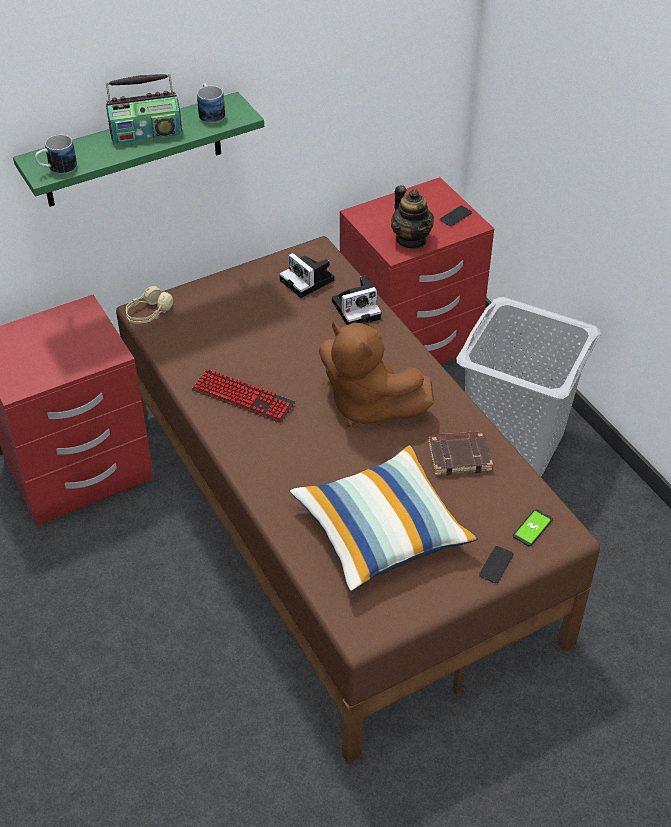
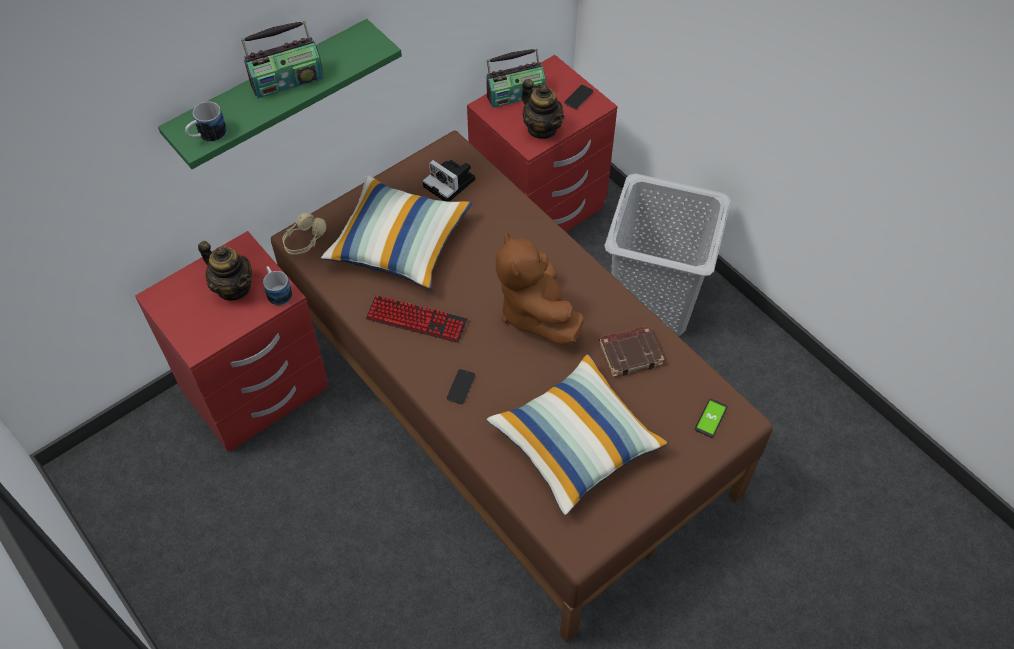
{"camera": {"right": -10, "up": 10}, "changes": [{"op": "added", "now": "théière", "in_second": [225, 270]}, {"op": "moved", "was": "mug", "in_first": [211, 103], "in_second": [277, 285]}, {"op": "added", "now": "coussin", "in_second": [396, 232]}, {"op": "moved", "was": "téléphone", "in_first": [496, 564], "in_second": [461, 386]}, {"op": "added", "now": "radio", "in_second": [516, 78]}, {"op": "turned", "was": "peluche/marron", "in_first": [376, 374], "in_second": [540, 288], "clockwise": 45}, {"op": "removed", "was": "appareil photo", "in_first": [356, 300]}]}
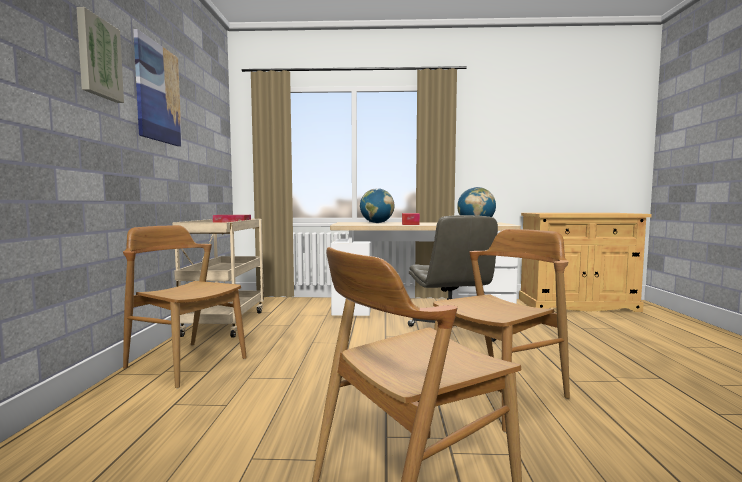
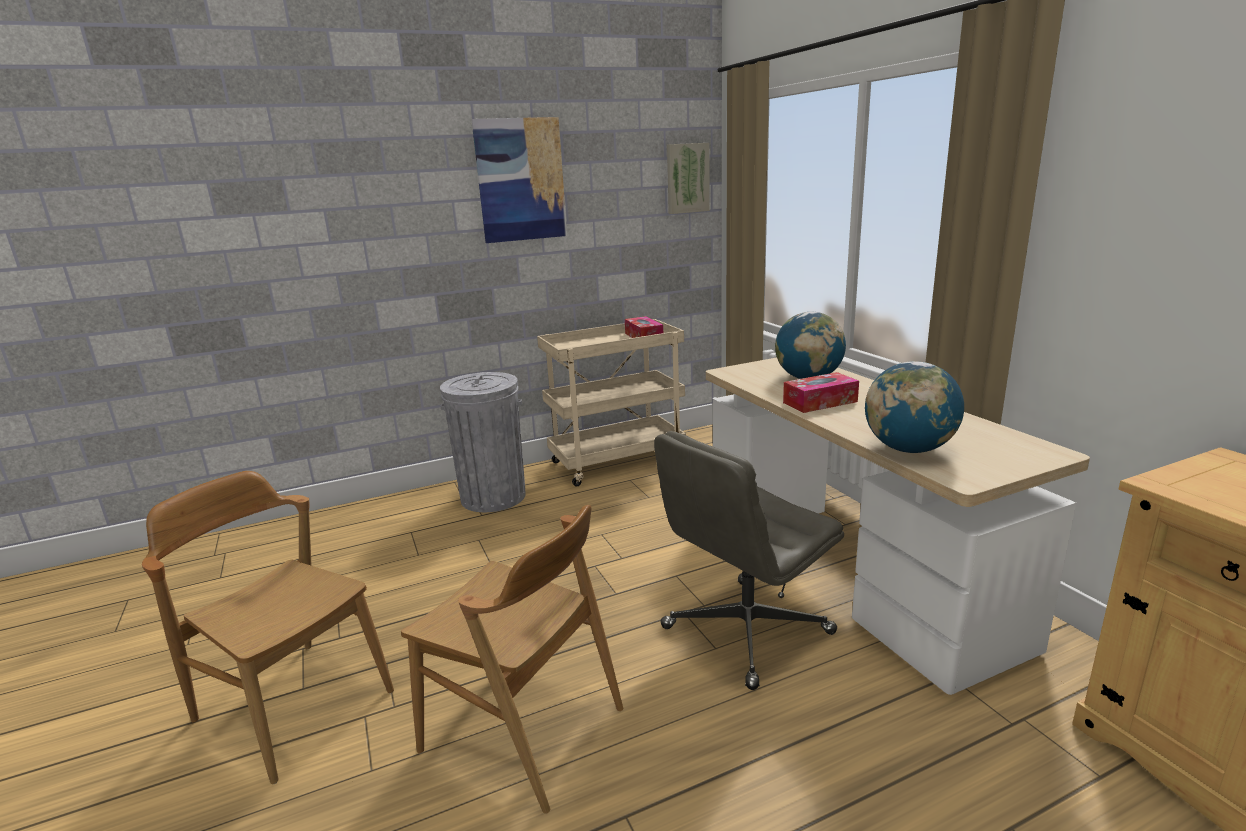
{"camera": {"right": 65, "up": 15}, "changes": [{"op": "replaced", "was": "chaise/marron", "now": "poubelle/gris", "in_first": [185, 307], "in_second": [483, 442]}, {"op": "moved", "was": "tableau", "in_first": [100, 55], "in_second": [688, 178]}]}
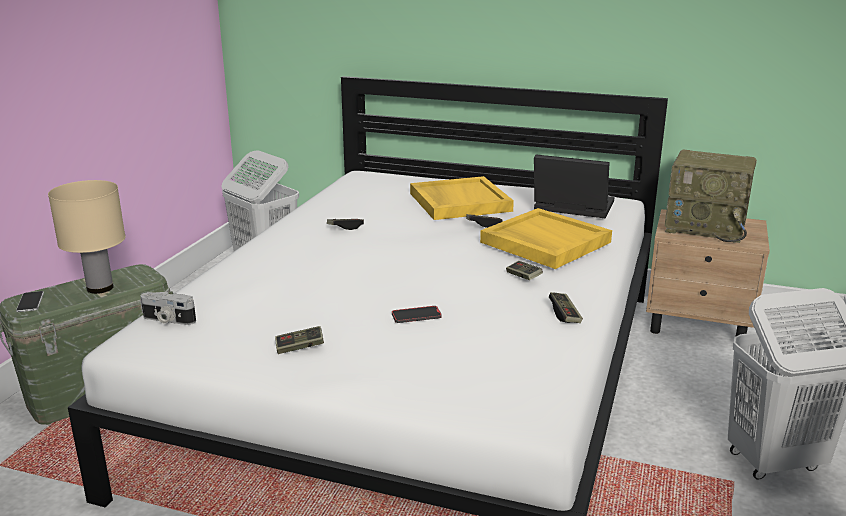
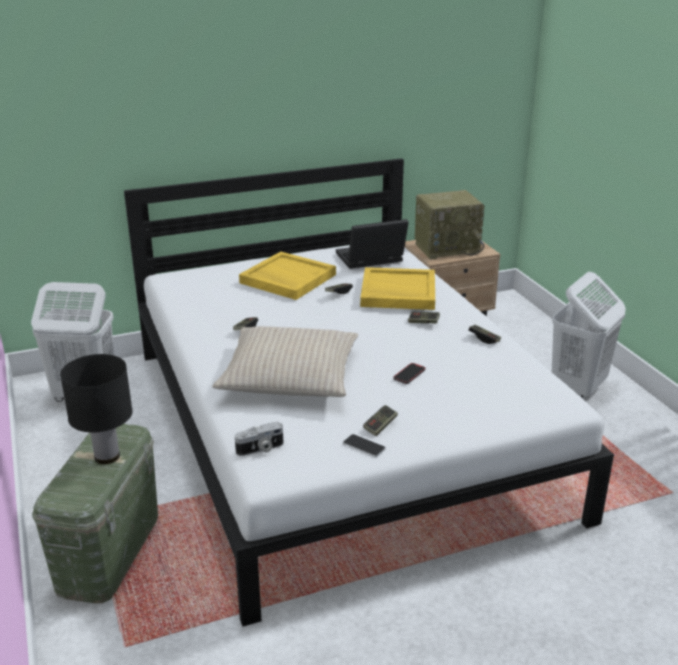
{"camera": {"right": -40, "up": 5}, "changes": [{"op": "recoloured", "was": "lampe de table/beige", "now": "lampe de table/noir", "in_first": [87, 237], "in_second": [96, 409]}, {"op": "added", "now": "coussin/beige", "in_second": [285, 361]}, {"op": "moved", "was": "téléphone", "in_first": [30, 301], "in_second": [364, 445]}]}
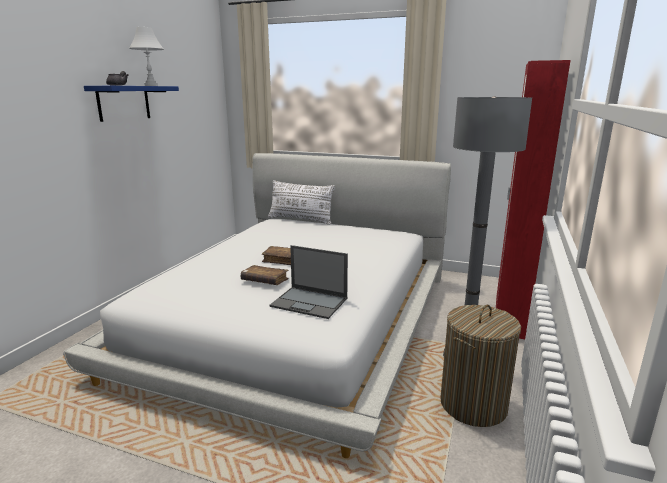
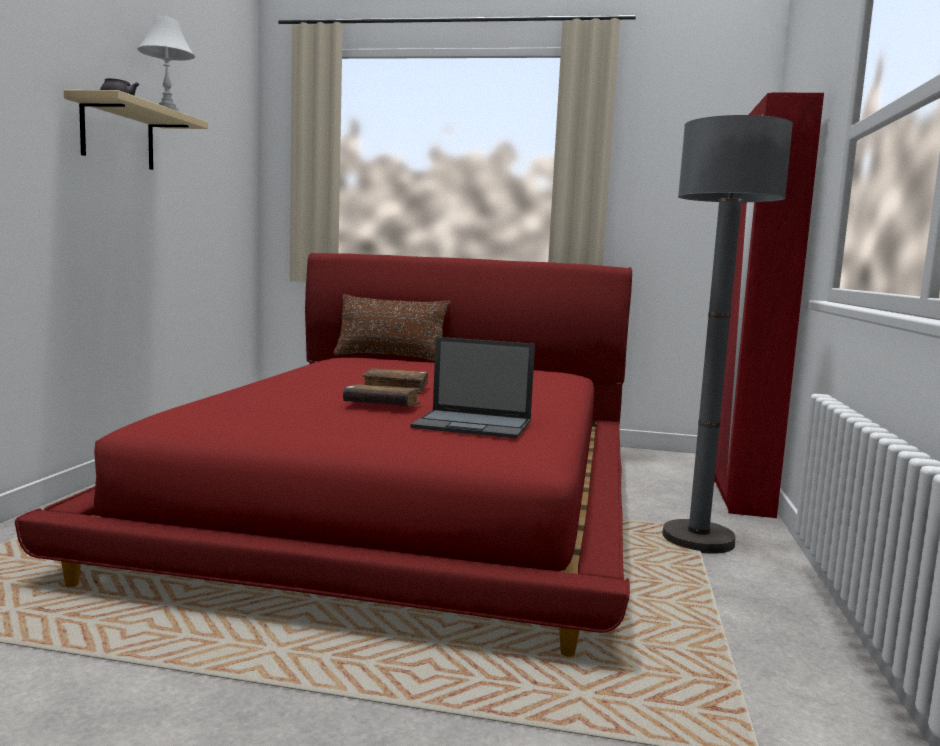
{"camera": {"right": -10, "up": -10}, "changes": [{"op": "recoloured", "was": "lit/blanc", "now": "lit/rouge", "in_first": [257, 305], "in_second": [323, 455]}, {"op": "recoloured", "was": "étagère/bleu", "now": "étagère/beige", "in_first": [131, 104], "in_second": [136, 130]}, {"op": "recoloured", "was": "coussin/blanc", "now": "coussin/marron", "in_first": [301, 202], "in_second": [392, 327]}, {"op": "removed", "was": "panier à linge", "in_first": [480, 366]}]}
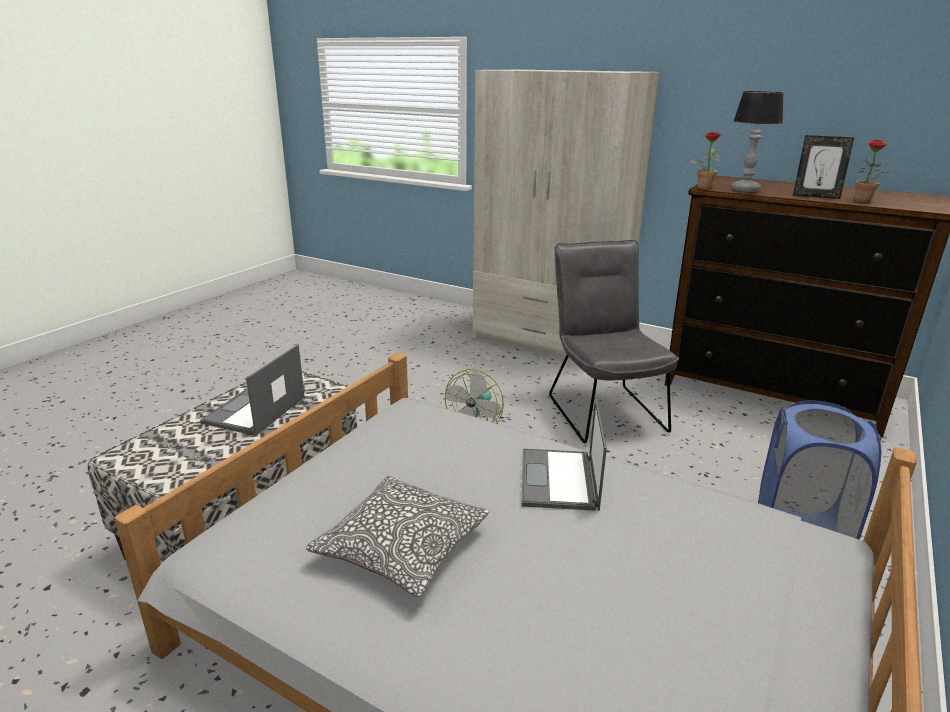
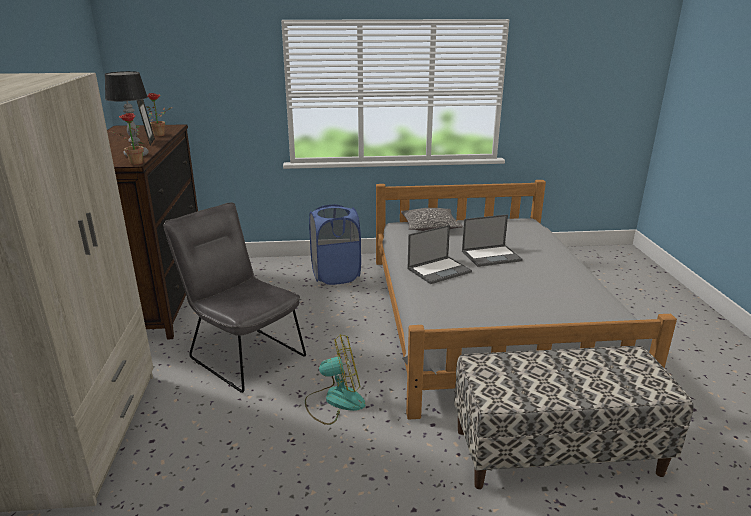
{"camera": {"right": -125, "up": 0}, "changes": [{"op": "turned", "was": "chaise/gris", "in_first": [614, 341], "in_second": [234, 297], "clockwise": 90}, {"op": "moved", "was": "coussin", "in_first": [397, 536], "in_second": [432, 219]}, {"op": "moved", "was": "ordinateur portable", "in_first": [252, 390], "in_second": [492, 240]}]}
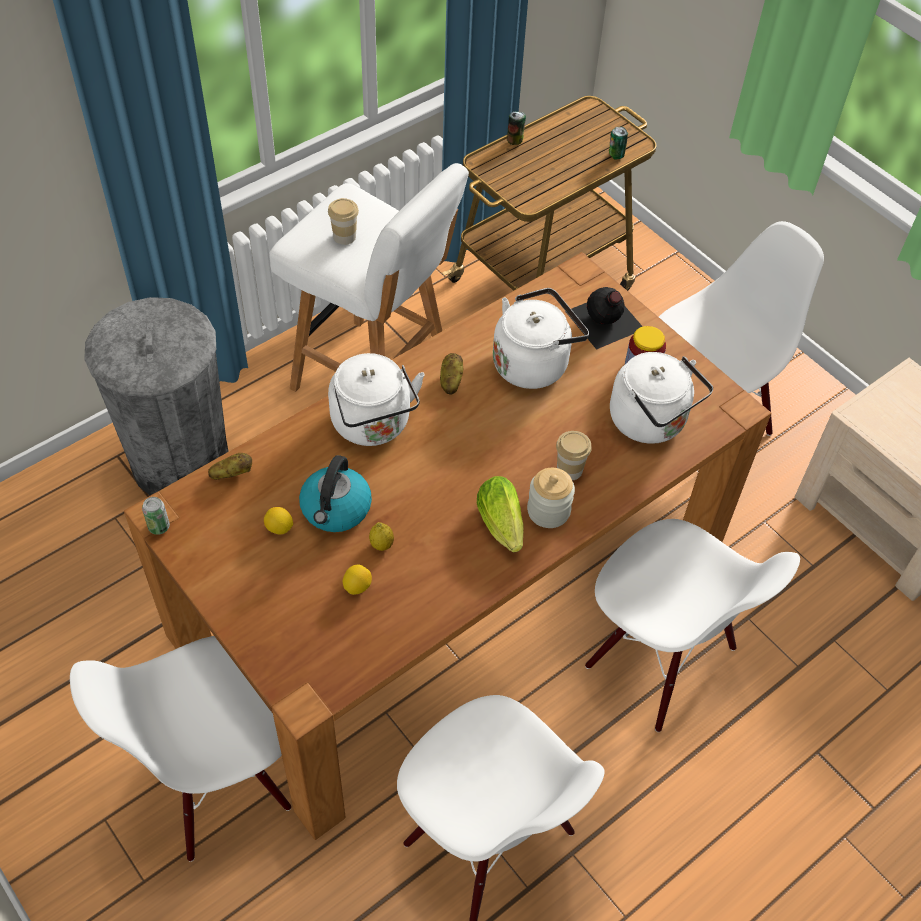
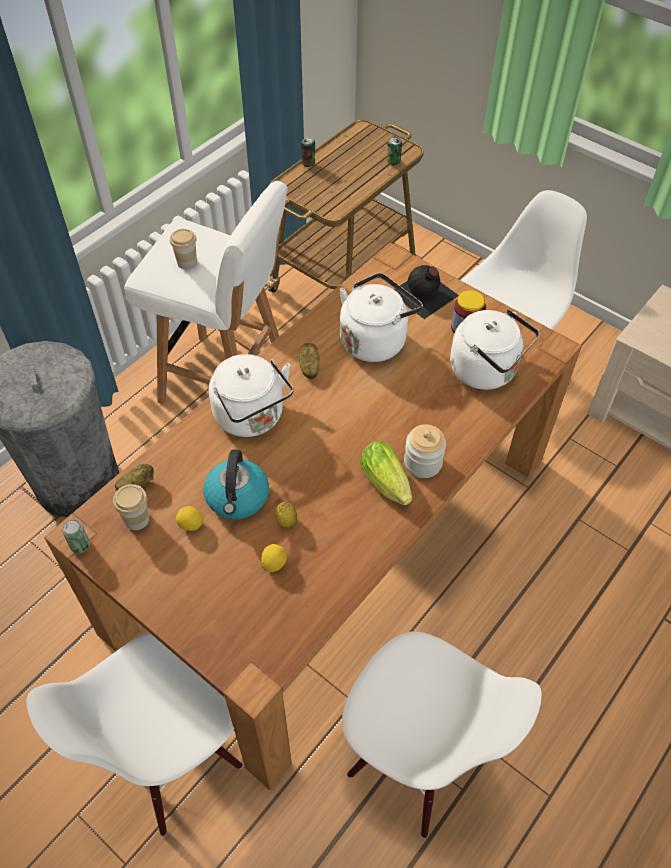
{"camera": {"right": -10, "up": 0}, "changes": [{"op": "moved", "was": "tasse", "in_first": [574, 456], "in_second": [131, 507]}, {"op": "removed", "was": "chaise/blanc", "in_first": [692, 625]}]}
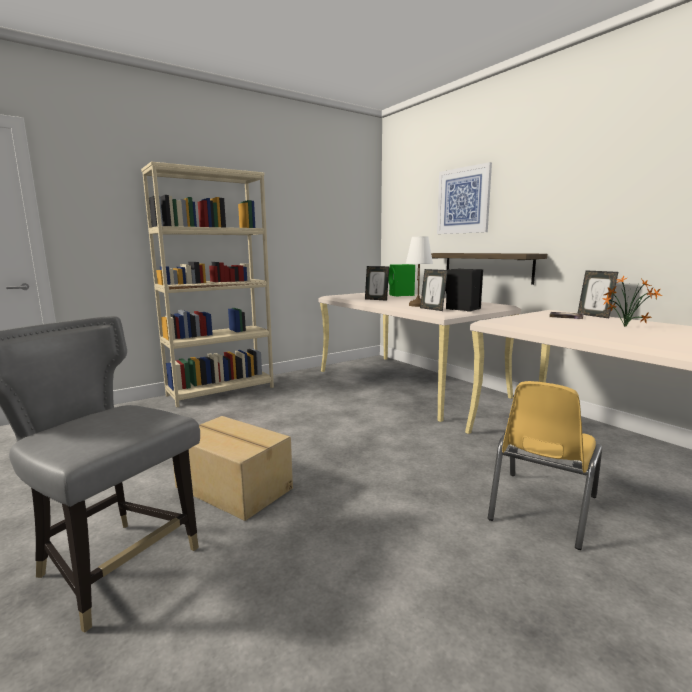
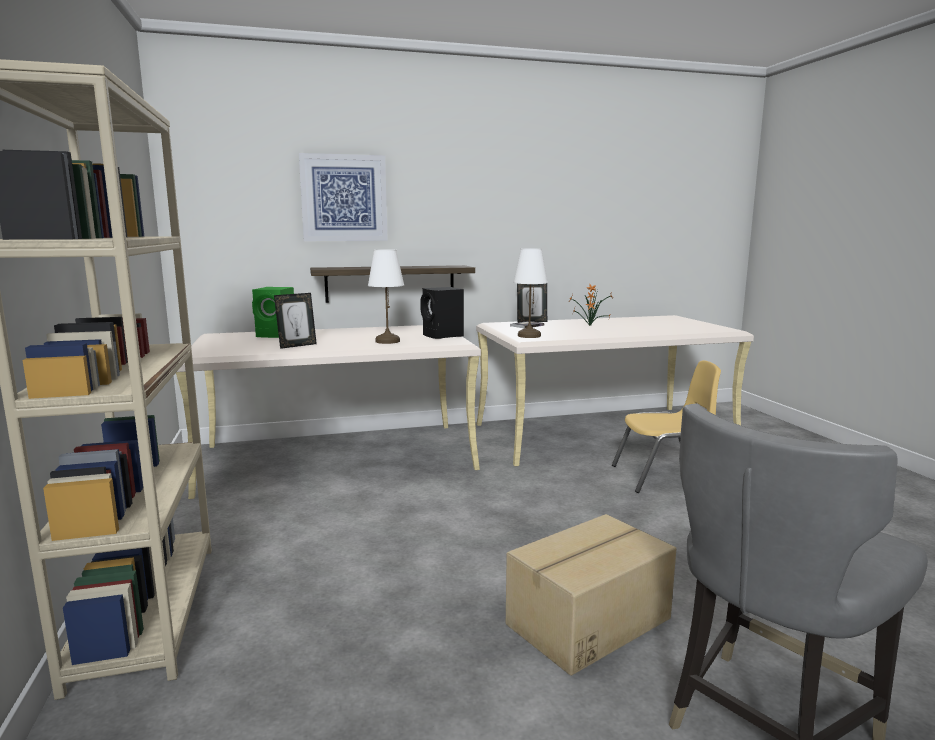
{"camera": {"right": -70, "up": 0}, "changes": [{"op": "added", "now": "lampe de table/blanc", "in_second": [530, 293]}, {"op": "turned", "was": "chaise/jaune", "in_first": [545, 465], "in_second": [666, 426], "clockwise": -60}, {"op": "removed", "was": "cadre photo", "in_first": [434, 290]}]}
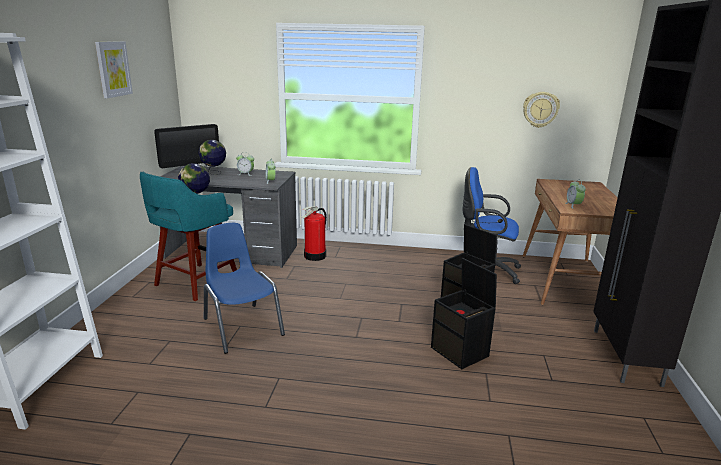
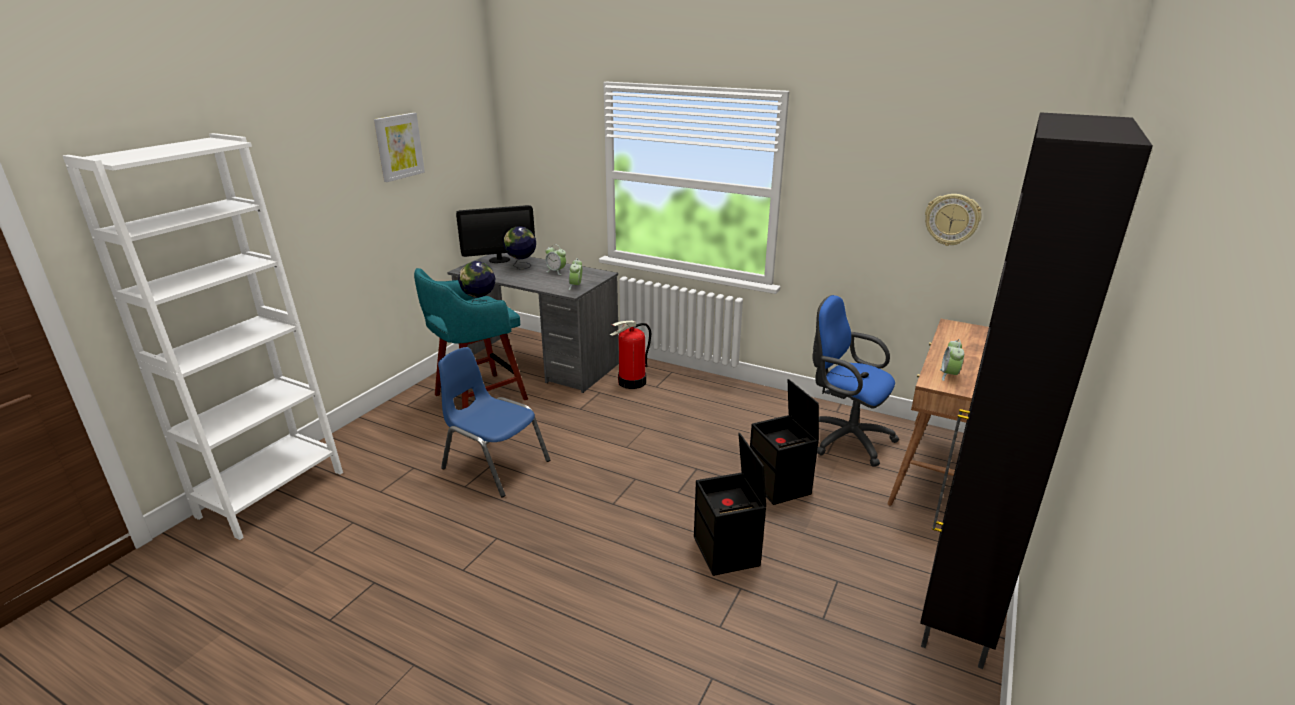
{"camera": {"right": 20, "up": 5}, "changes": [{"op": "turned", "was": "chaise/bleu", "in_first": [244, 288], "in_second": [494, 422], "clockwise": -45}]}
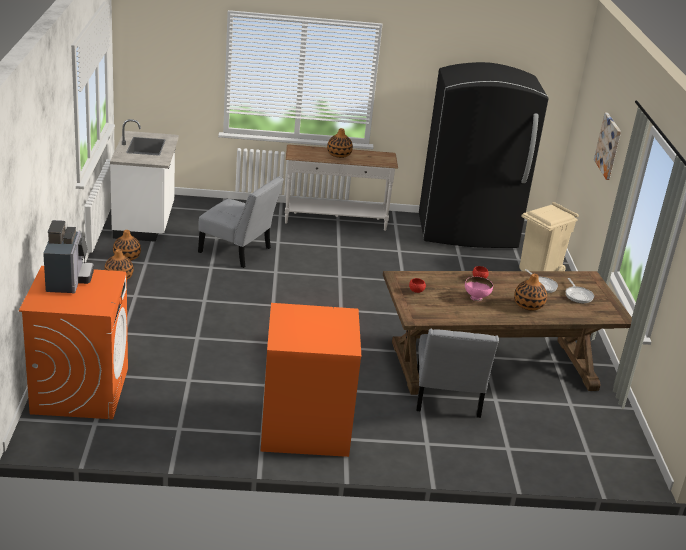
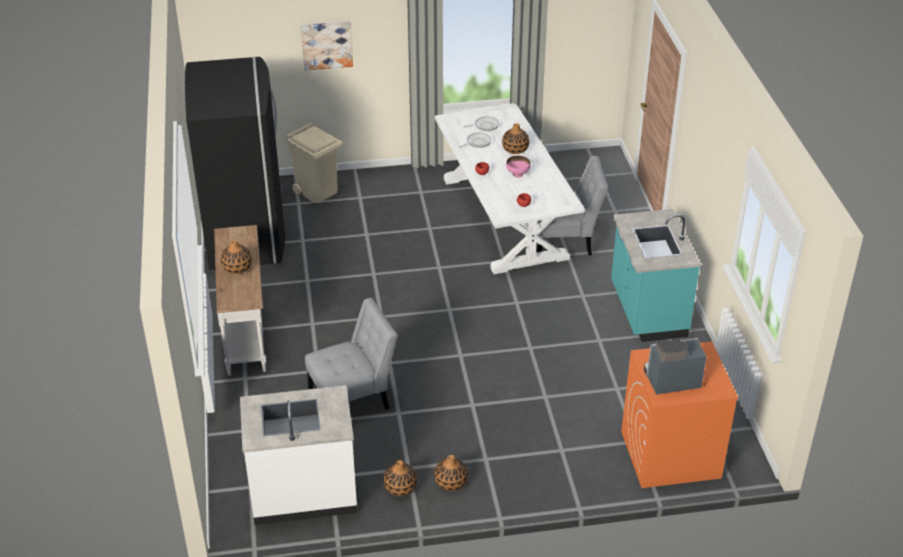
{"camera": {"right": -95, "up": 10}, "changes": [{"op": "turned", "was": "chaise/gris", "in_first": [241, 222], "in_second": [351, 354], "clockwise": 45}, {"op": "recoloured", "was": "table à manger/marron", "now": "table à manger/blanc", "in_first": [507, 333], "in_second": [510, 188]}, {"op": "replaced", "was": "lave-linge/orange", "now": "comptoir de cuisine/turquoise", "in_first": [310, 380], "in_second": [656, 275]}]}
